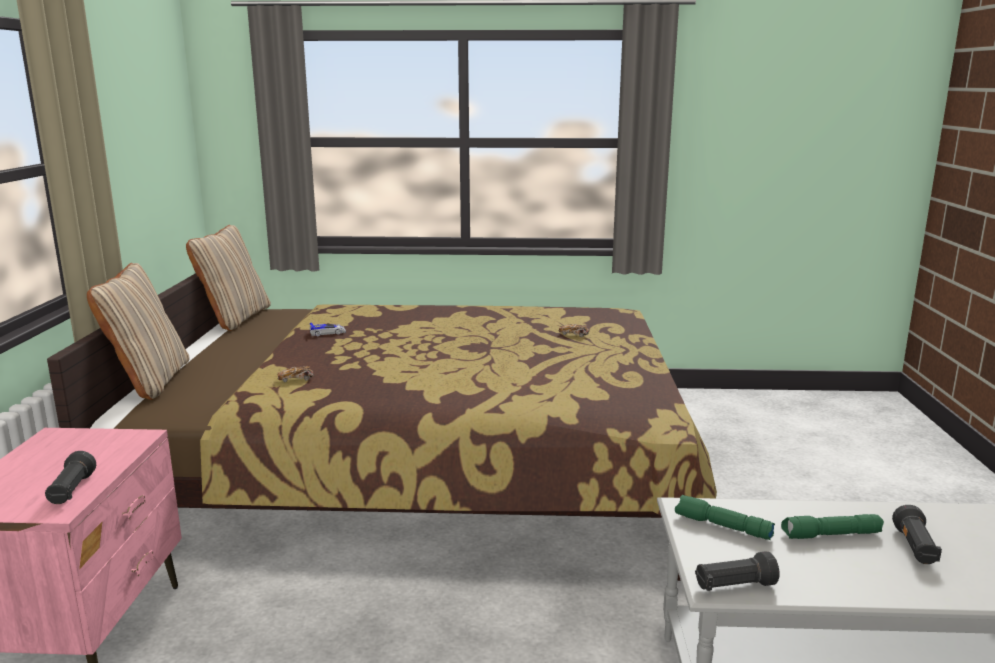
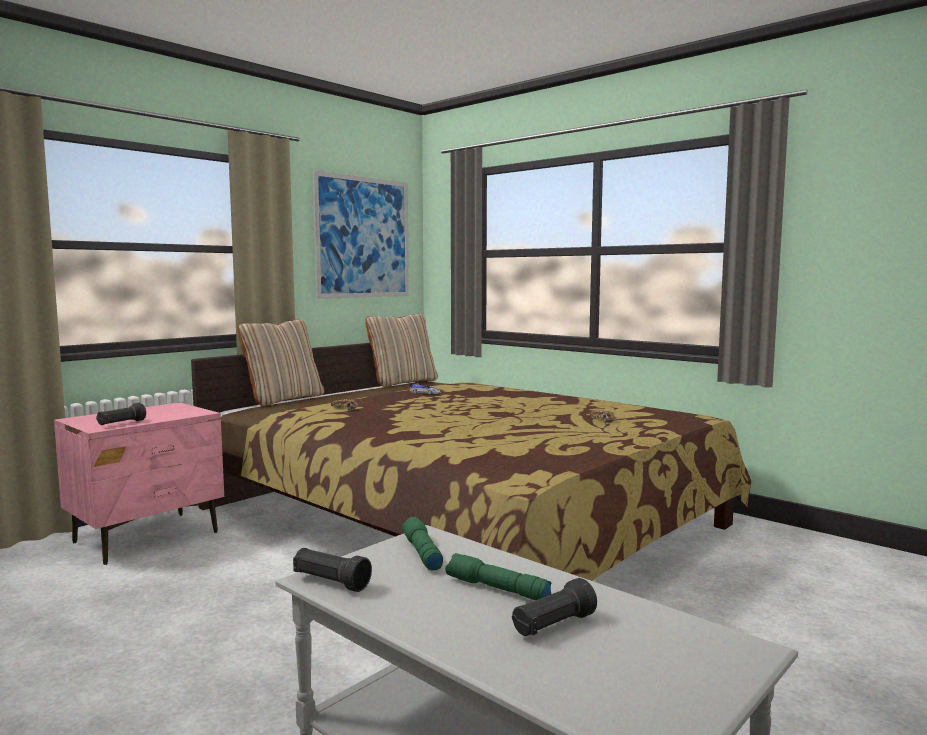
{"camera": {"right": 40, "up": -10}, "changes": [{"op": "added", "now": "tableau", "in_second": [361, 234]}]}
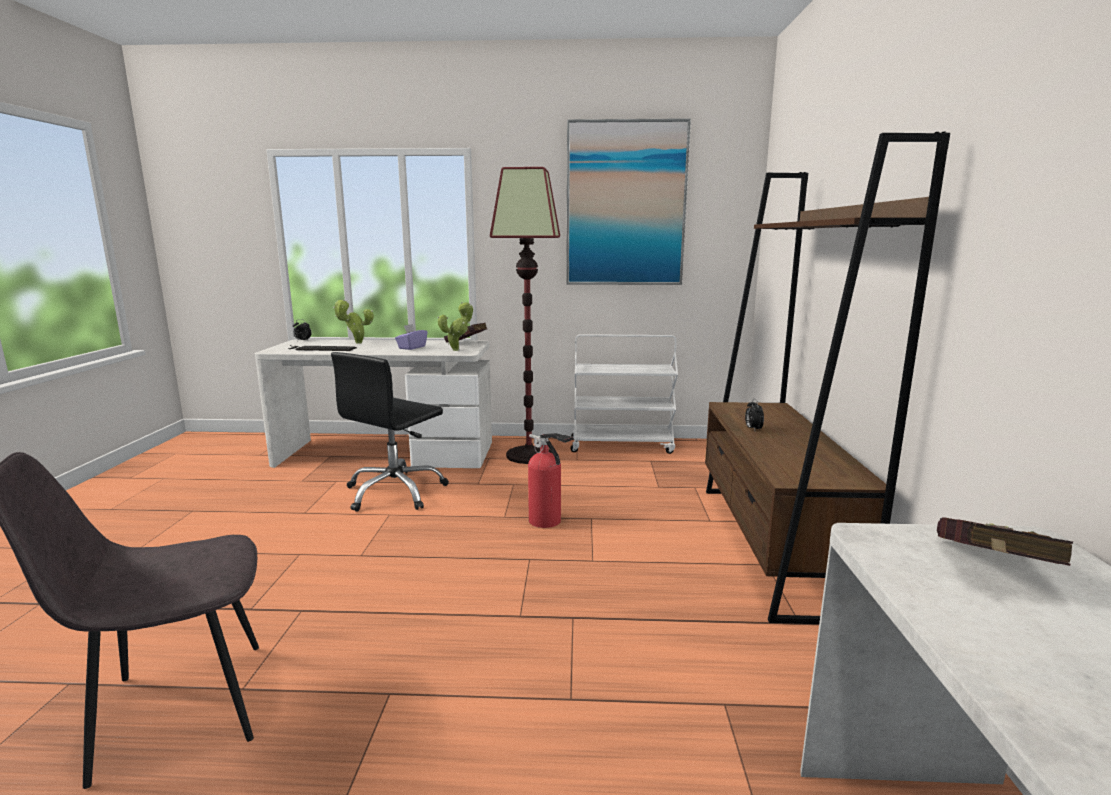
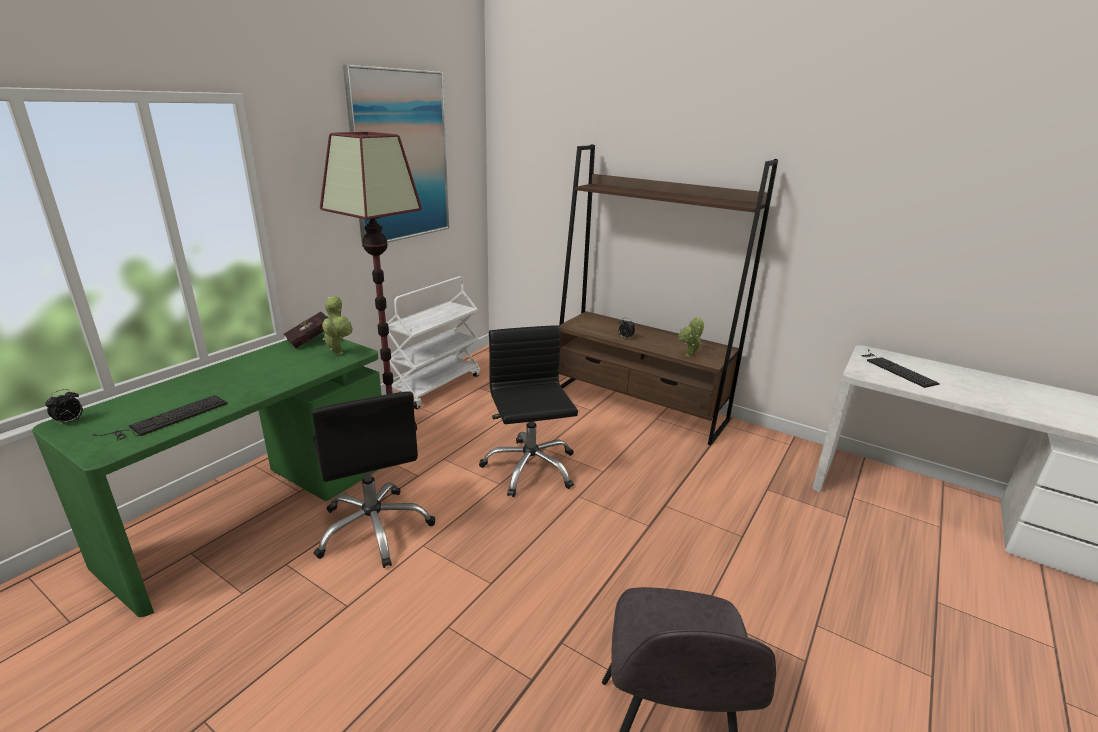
{"camera": {"right": -60, "up": 10}, "changes": [{"op": "recoloured", "was": "bureau/blanc", "now": "bureau/vert", "in_first": [373, 403], "in_second": [207, 474]}, {"op": "replaced", "was": "extincteur", "now": "chaise de bureau/noir", "in_first": [550, 480], "in_second": [528, 411]}, {"op": "moved", "was": "plante en pot", "in_first": [353, 321], "in_second": [692, 336]}, {"op": "replaced", "was": "livre/rouge", "now": "clavier", "in_first": [1005, 541], "in_second": [900, 368]}, {"op": "removed", "was": "boîte à mouchoirs/violet", "in_first": [411, 337]}]}
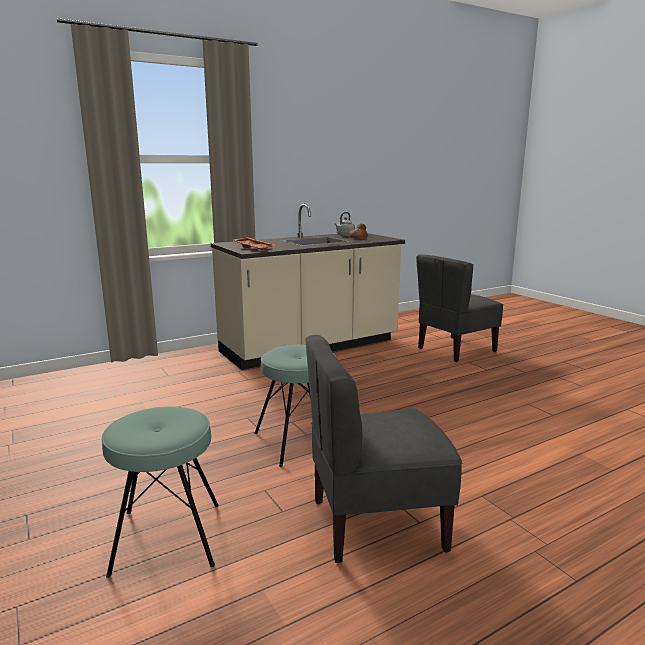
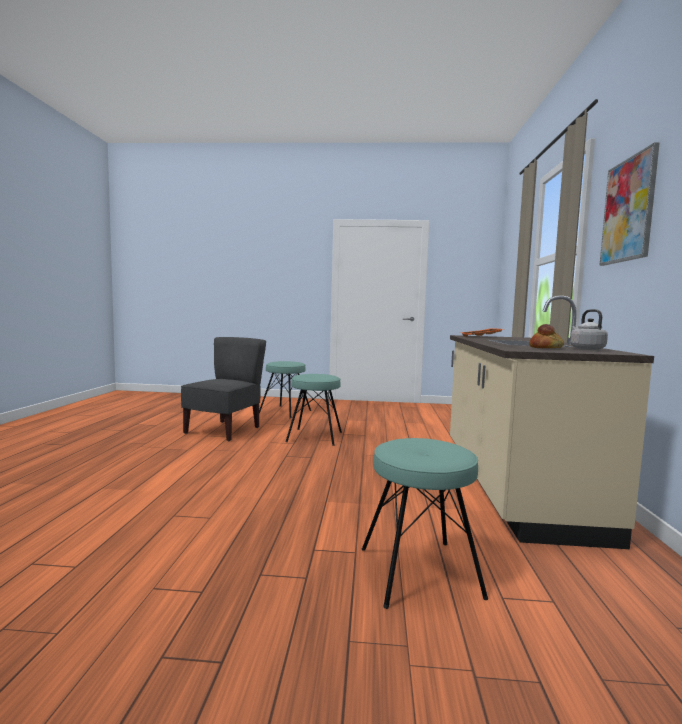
{"camera": {"right": 125, "up": -10}, "changes": [{"op": "replaced", "was": "chaise/gris", "now": "tabouret/turquoise", "in_first": [459, 308], "in_second": [425, 523]}, {"op": "added", "now": "tableau", "in_second": [629, 204]}]}
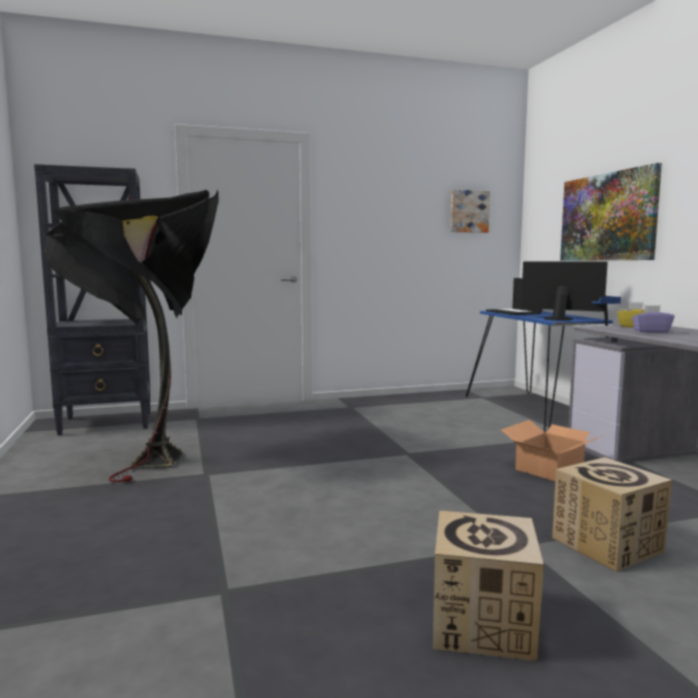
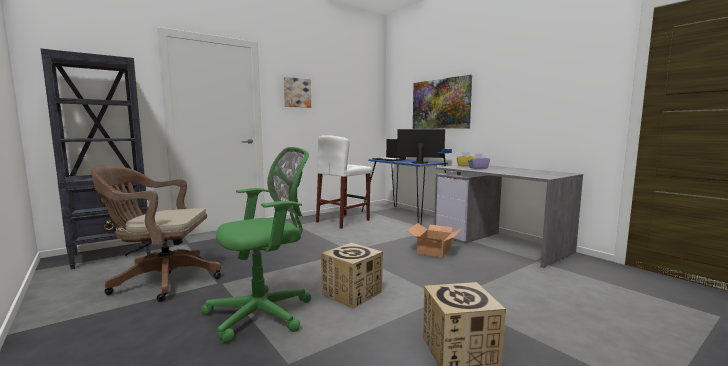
{"camera": {"right": -20, "up": 0}, "changes": [{"op": "replaced", "was": "lampadaire/noir", "now": "chaise de bureau/marron", "in_first": [131, 336], "in_second": [156, 233]}, {"op": "added", "now": "chaise de bureau/vert", "in_second": [256, 245]}, {"op": "moved", "was": "tableau", "in_first": [470, 211], "in_second": [297, 92]}, {"op": "added", "now": "tabouret/blanc", "in_second": [344, 182]}, {"op": "moved", "was": "carton", "in_first": [612, 514], "in_second": [352, 276]}]}
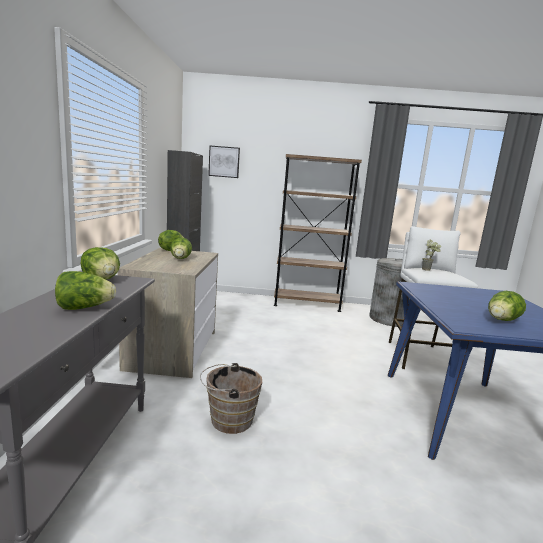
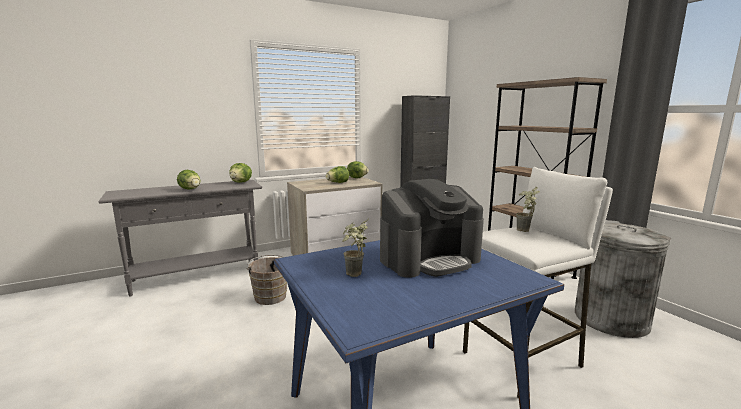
{"camera": {"right": 60, "up": 0}, "changes": [{"op": "replaced", "was": "laitue", "now": "plante en pot", "in_first": [507, 306], "in_second": [356, 247]}, {"op": "added", "now": "machine à café", "in_second": [432, 228]}, {"op": "removed", "was": "tableau", "in_first": [224, 162]}]}
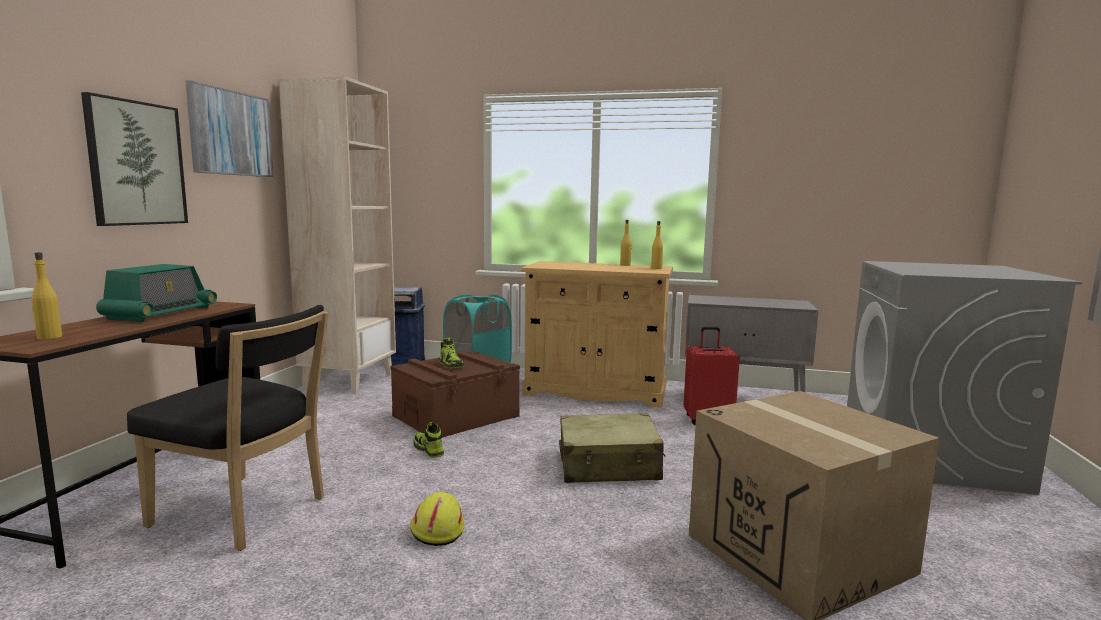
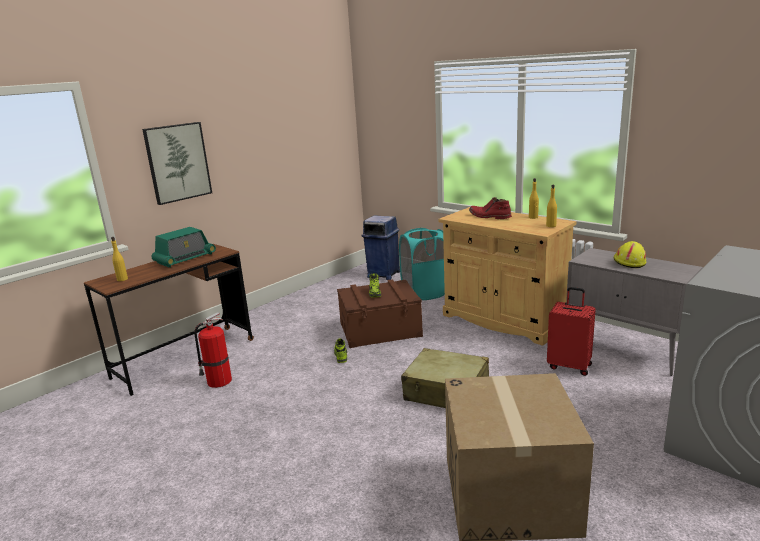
{"camera": {"right": 30, "up": 10}, "changes": [{"op": "replaced", "was": "chaise/noir", "now": "extincteur", "in_first": [228, 428], "in_second": [213, 350]}, {"op": "added", "now": "botte/rouge", "in_second": [490, 208]}, {"op": "moved", "was": "casque de chantier/jaune", "in_first": [437, 519], "in_second": [630, 254]}, {"op": "removed", "was": "tableau", "in_first": [229, 128]}, {"op": "removed", "was": "bibliothèque/beige", "in_first": [337, 235]}]}
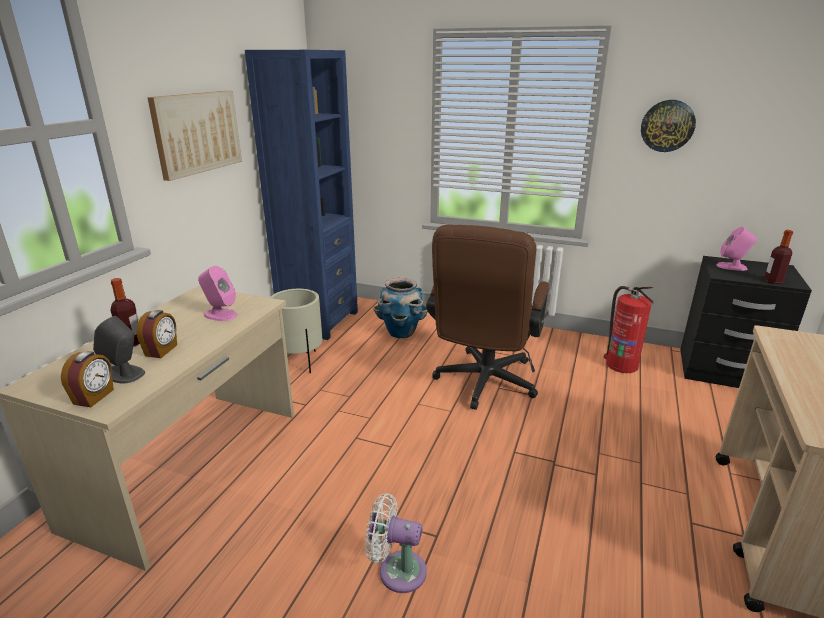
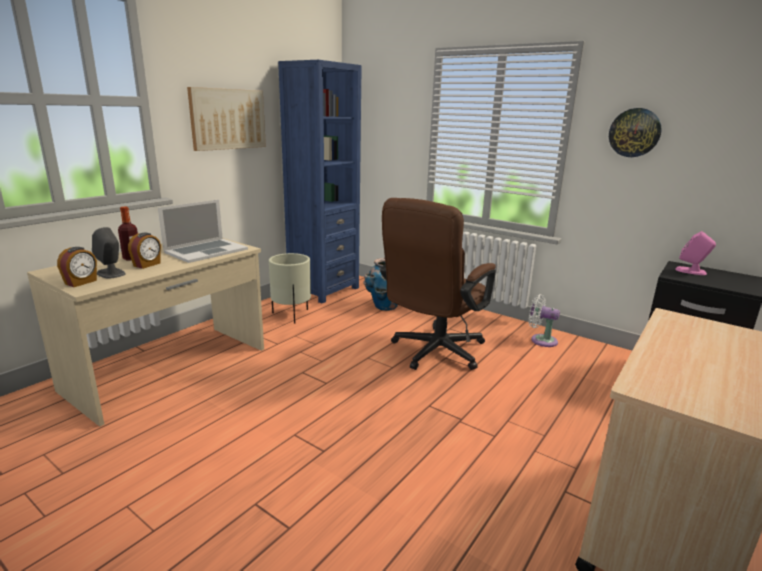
{"camera": {"right": 15, "up": -5}, "changes": [{"op": "replaced", "was": "enceinte/rose", "now": "ordinateur portable", "in_first": [218, 293], "in_second": [203, 231]}, {"op": "moved", "was": "ventilateur/blanc", "in_first": [396, 543], "in_second": [544, 320]}, {"op": "removed", "was": "extincteur", "in_first": [629, 329]}, {"op": "removed", "was": "bouteille", "in_first": [778, 257]}]}
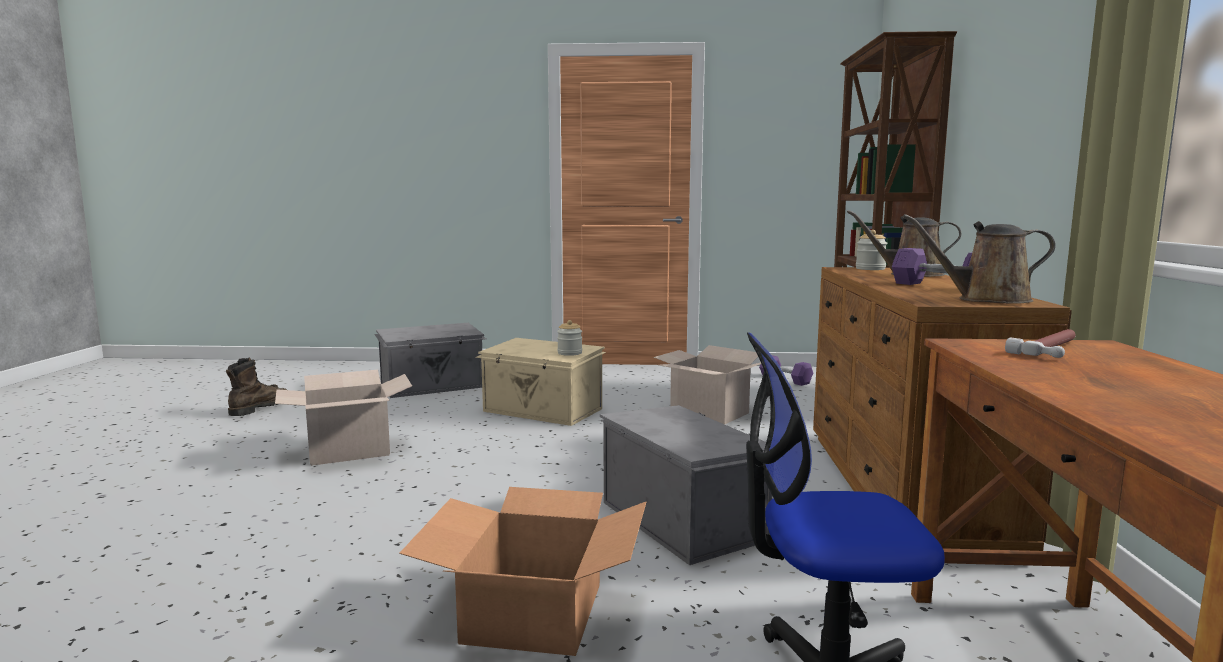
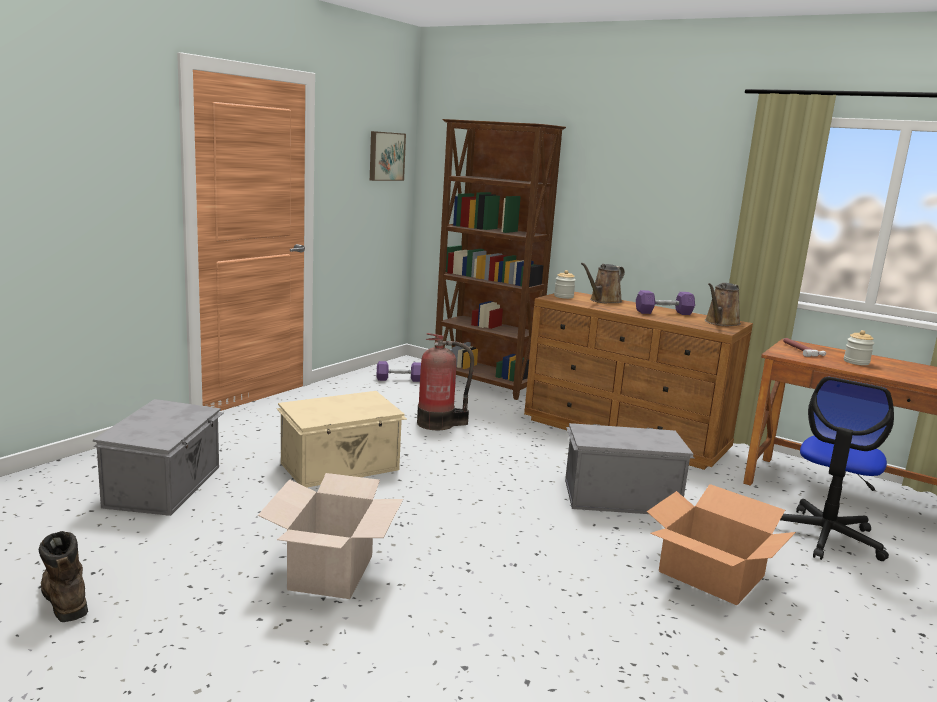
{"camera": {"right": -60, "up": 5}, "changes": [{"op": "added", "now": "tableau", "in_second": [388, 156]}, {"op": "replaced", "was": "carton", "now": "extincteur", "in_first": [707, 384], "in_second": [445, 381]}, {"op": "moved", "was": "bocal", "in_first": [569, 338], "in_second": [859, 347]}]}
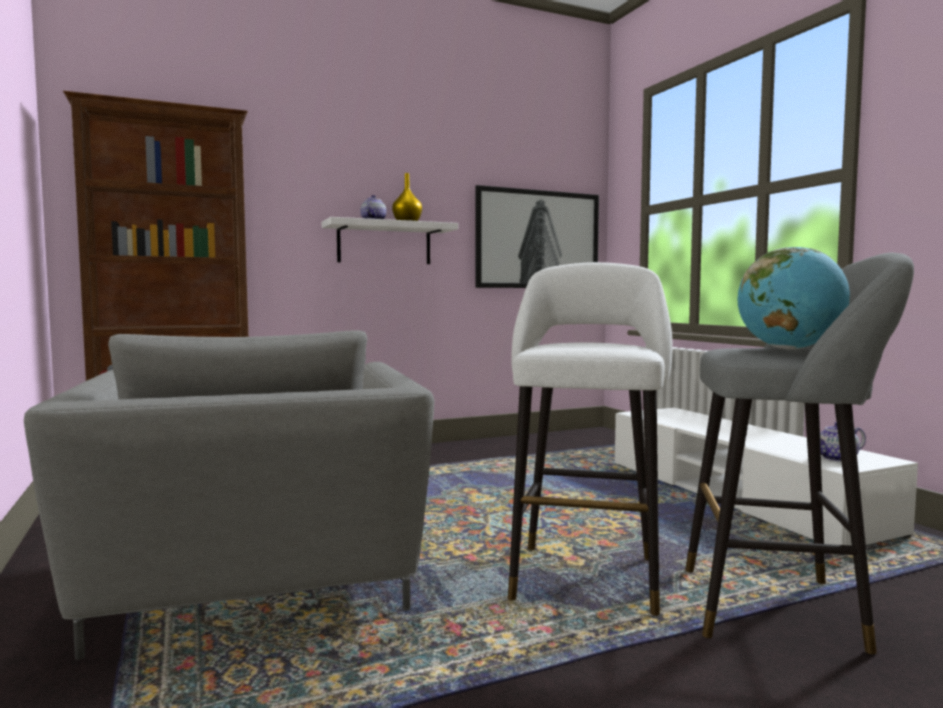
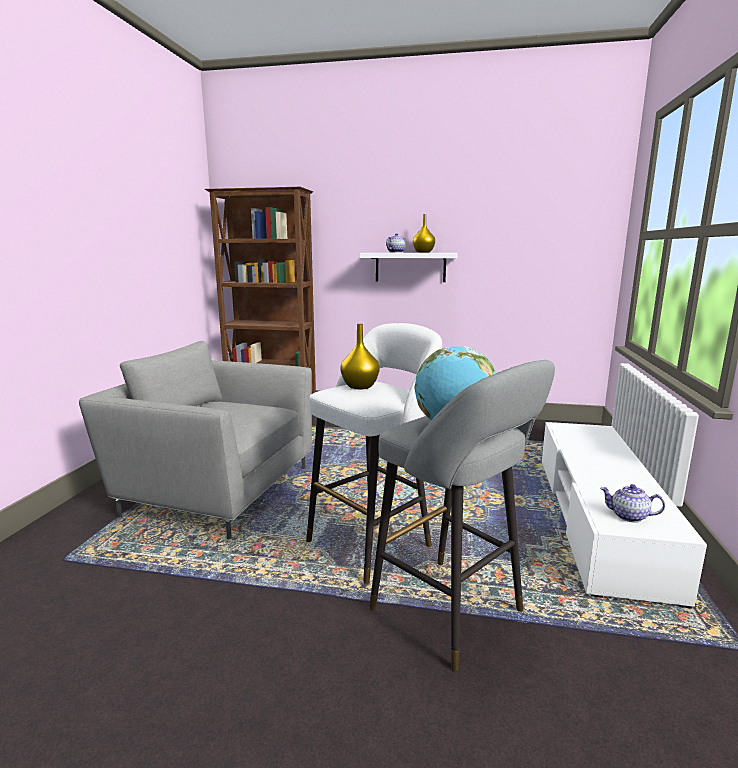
{"camera": {"right": 35, "up": 10}, "changes": [{"op": "turned", "was": "fauteuil/gris", "in_first": [229, 495], "in_second": [195, 440], "clockwise": 90}, {"op": "added", "now": "vase/jaune", "in_second": [360, 357]}, {"op": "removed", "was": "tableau", "in_first": [537, 236]}]}
